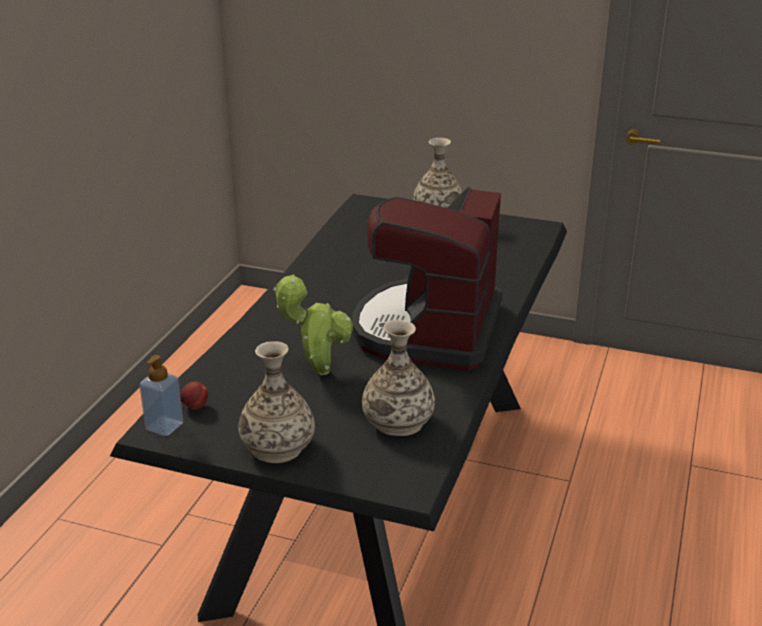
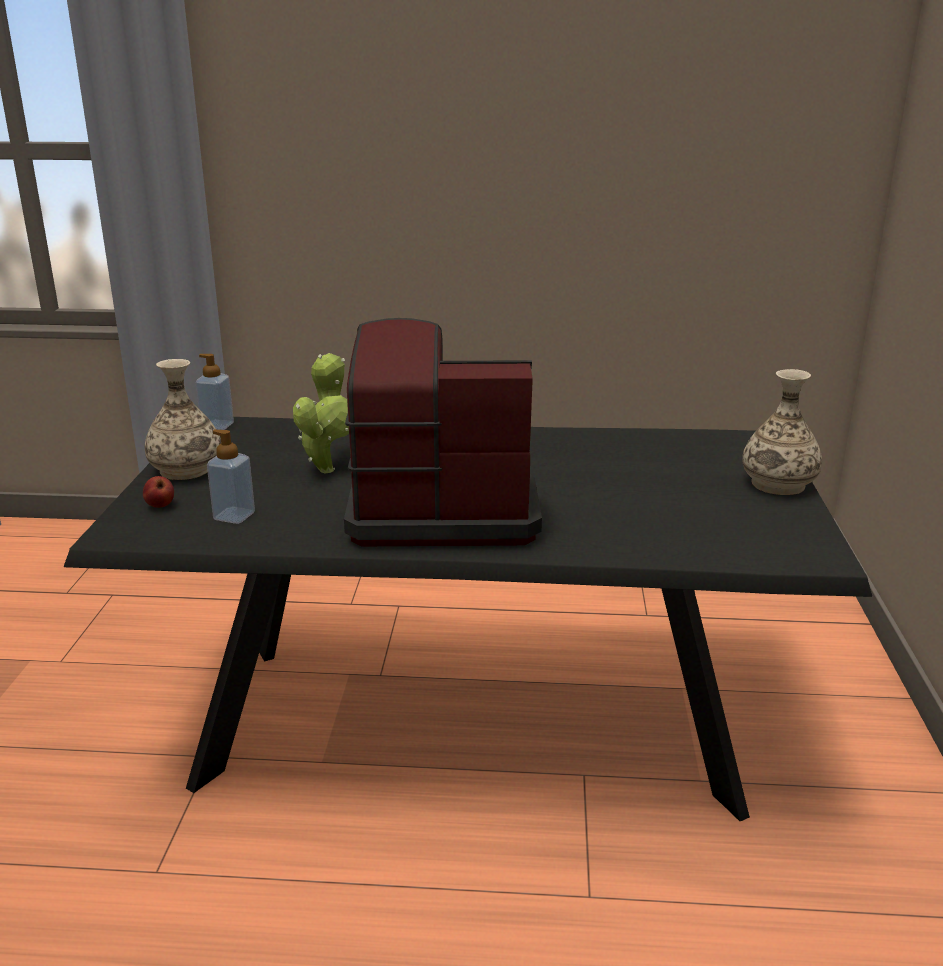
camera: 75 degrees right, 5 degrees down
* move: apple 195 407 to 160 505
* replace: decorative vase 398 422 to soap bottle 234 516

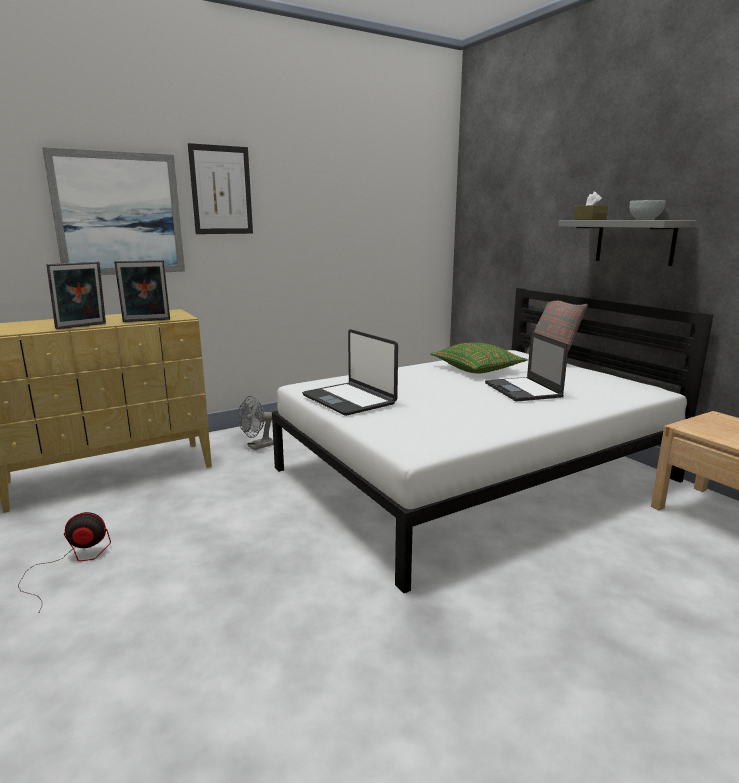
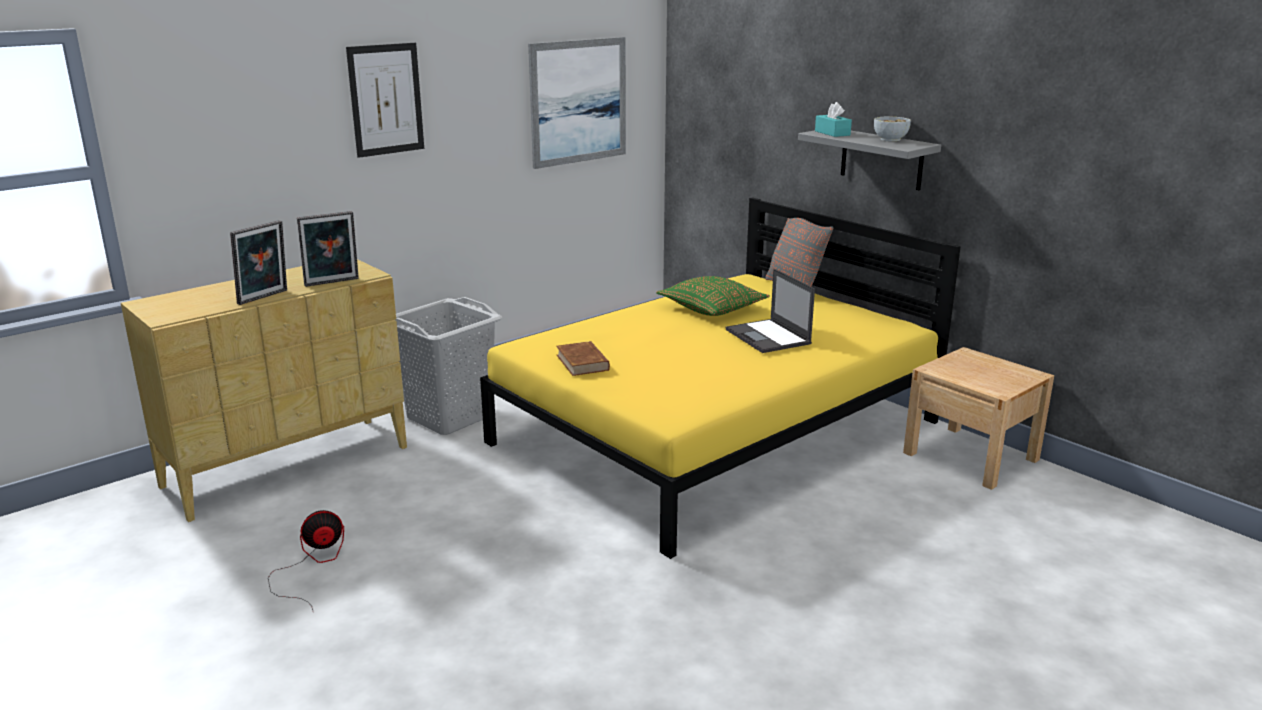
camera: 10 degrees left, 5 degrees up
* move: wall picture 119 214 to 578 101
* replace: gray fan 257 446 to gray hamper 450 417
* replace: laptop 349 400 to brown volume 582 362
* recolor: white-coloured bedroom bed 473 474 to yellow bedroom bed 716 432
* recolor: brown tissue box 589 219 to turquoise-coloured tissue box 832 133

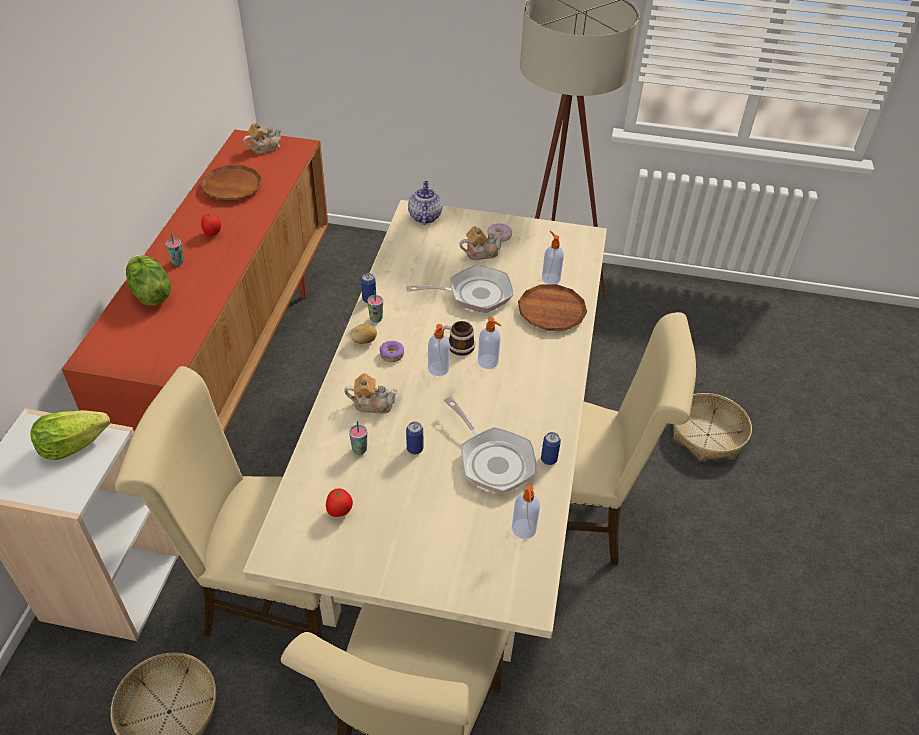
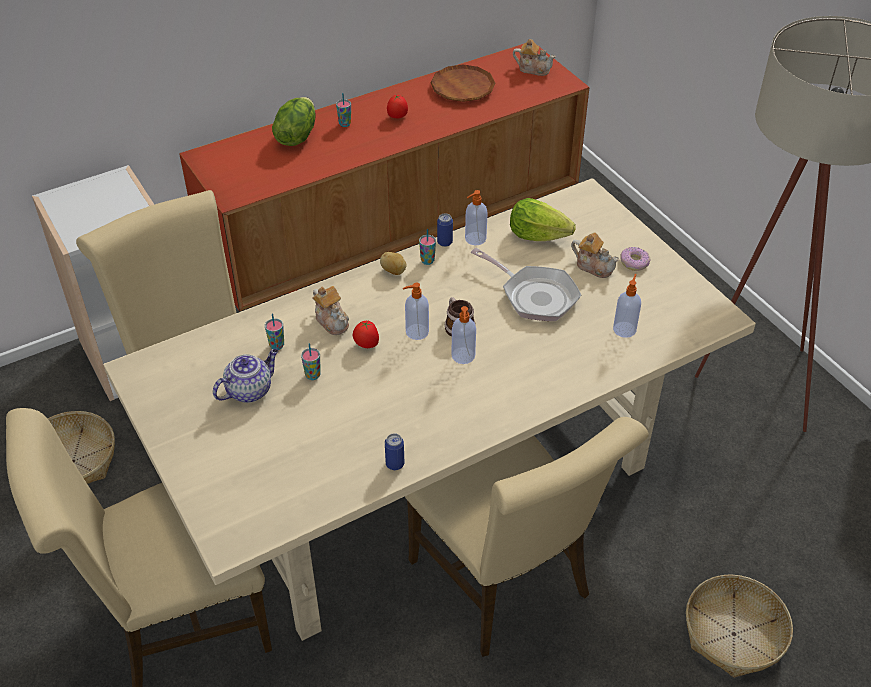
camera: 50 degrees right, 0 degrees up
* delete: ring doughnut 392 355
* delete: skillet 493 460
* delete: brown dinner plate 551 311
* move: head of lettuce 72 445 to 537 235
* move: fresh tomato 340 512 to 366 345
* move: teapot 424 216 to 250 390
* move: soap bottle 524 530 to 475 239
* replace: sealed can 415 449 to small cup 313 375

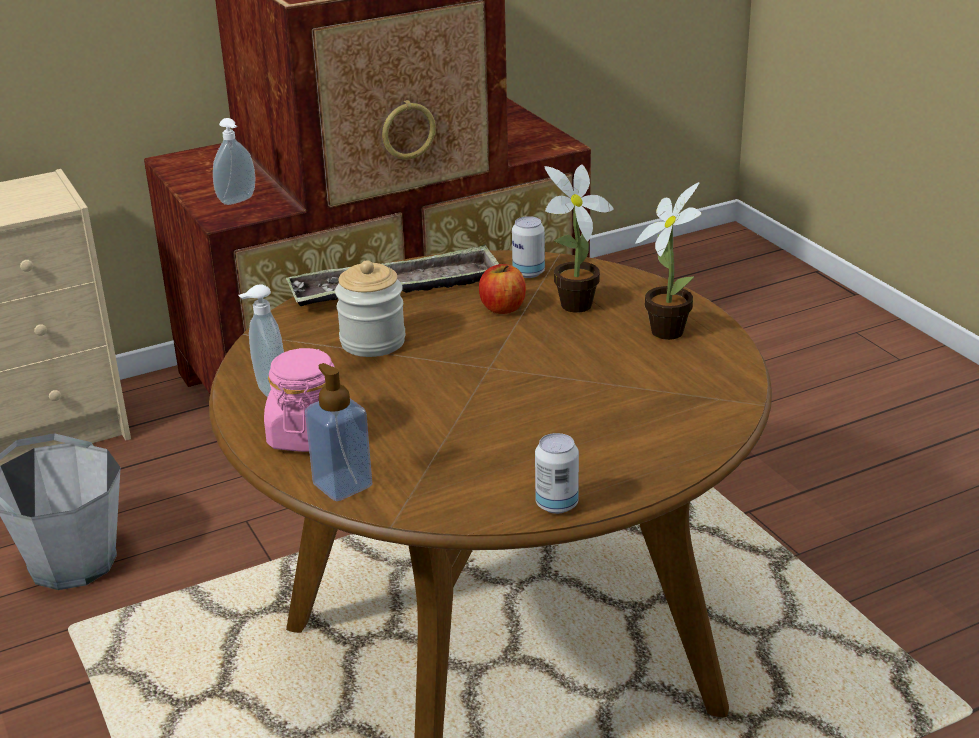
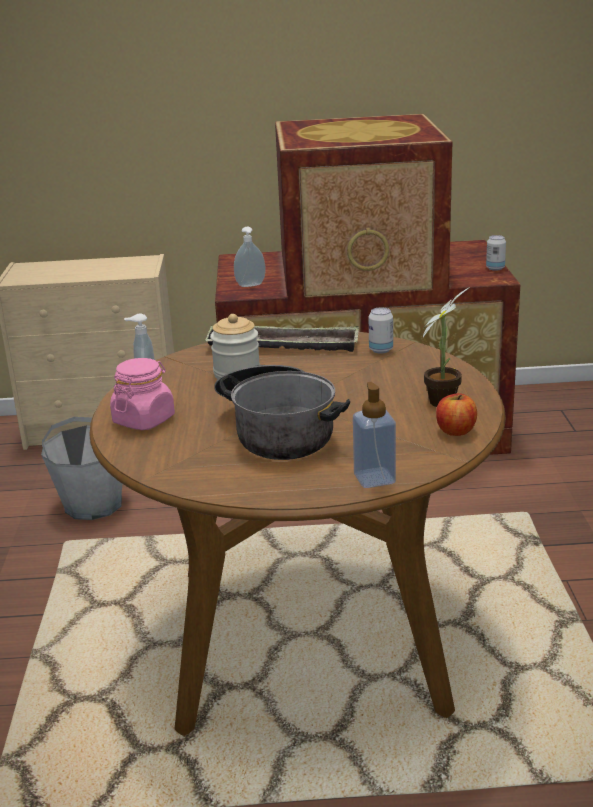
camera: 25 degrees right, 5 degrees down
* delete: potted plant 571 307
* insert: cooking pot 278 431
* move: soap bottle 342 485 to 374 478
* move: apple 502 308 to 455 431
* move: sealed can 556 504 to 495 268

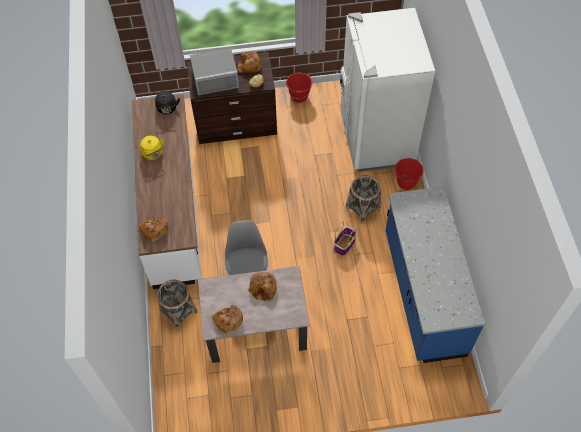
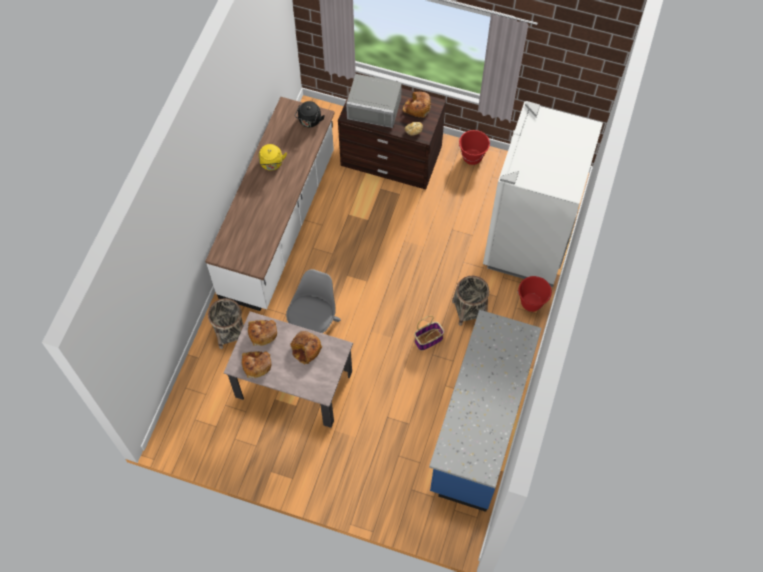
camera: 25 degrees right, 5 degrees up
* move: bread 154 229 to 262 333

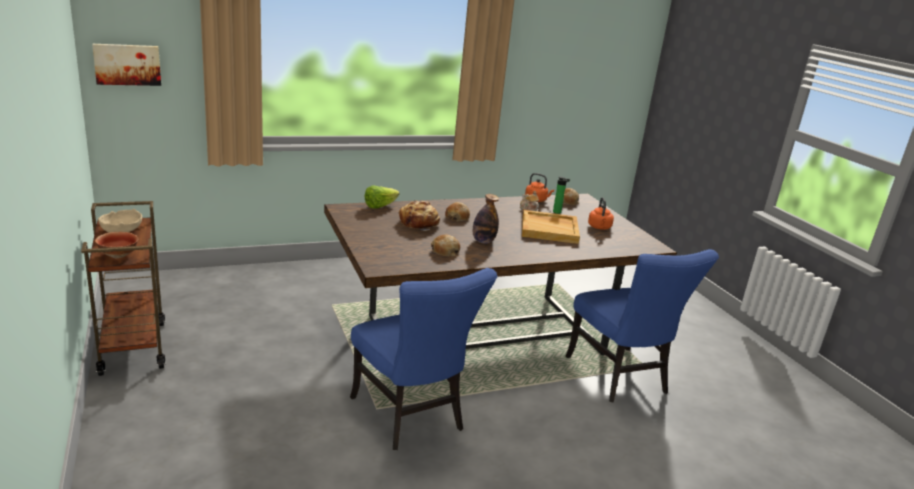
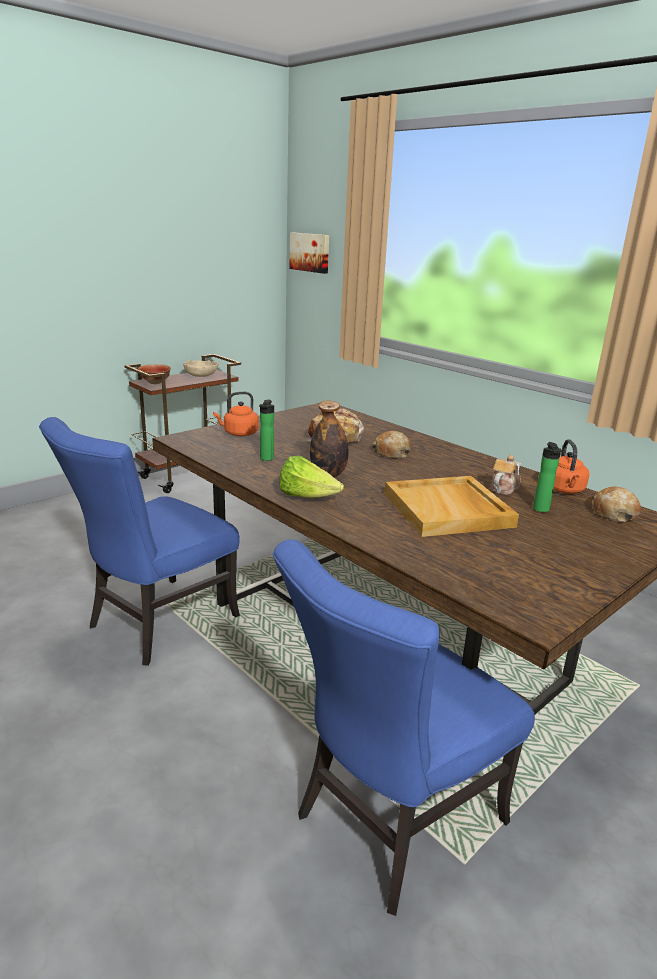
camera: 70 degrees right, 0 degrees up
* move: head of lettuce 380 206 to 307 497
* move: orangey water kettle 599 227 to 239 434
* replace: bread 445 251 to beverage bottle 266 459

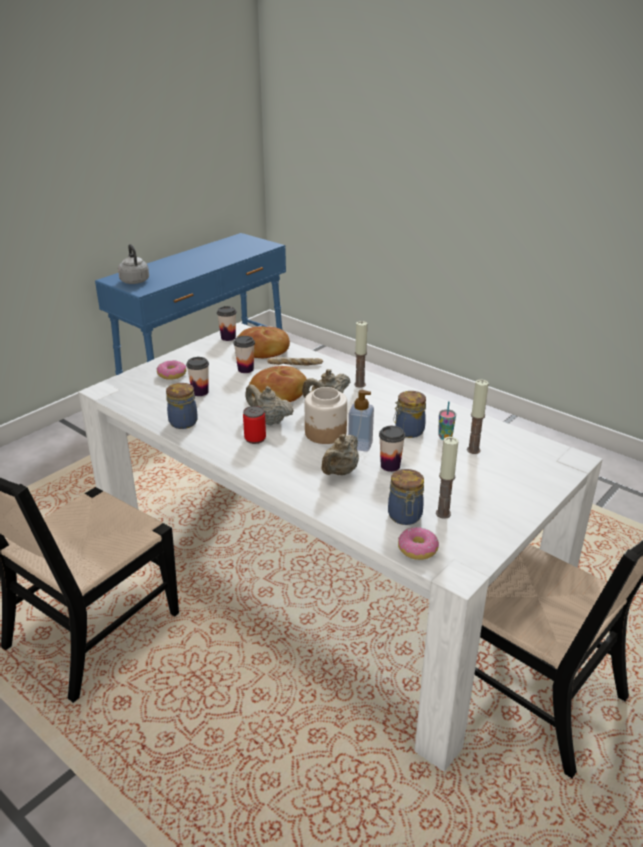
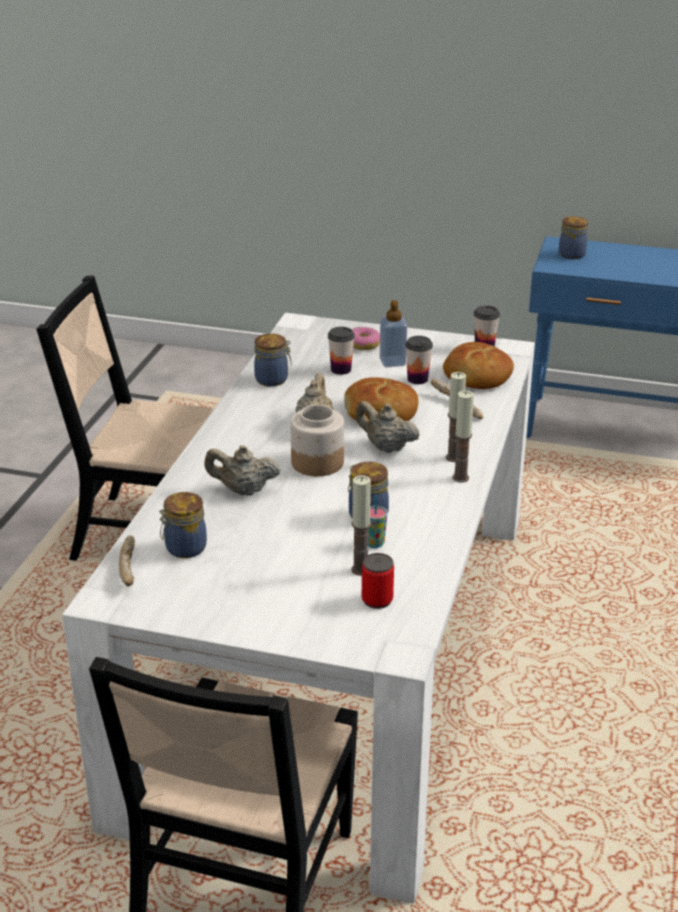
camera: 65 degrees right, 0 degrees up
* delete: small cup 390 466
* move: sealed can 255 438 to 377 600
* move: soap bottle 360 445 to 392 362
* move: wax light 443 513 to 460 478
* replace: gray water kettle 134 280 to jar 572 254
* replace: ring doughnut 418 549 to bread 130 568

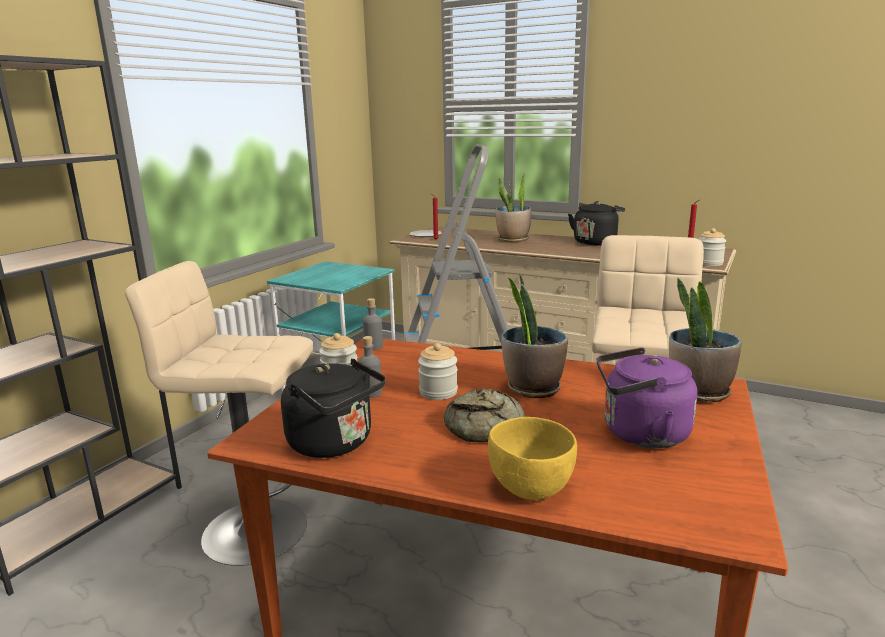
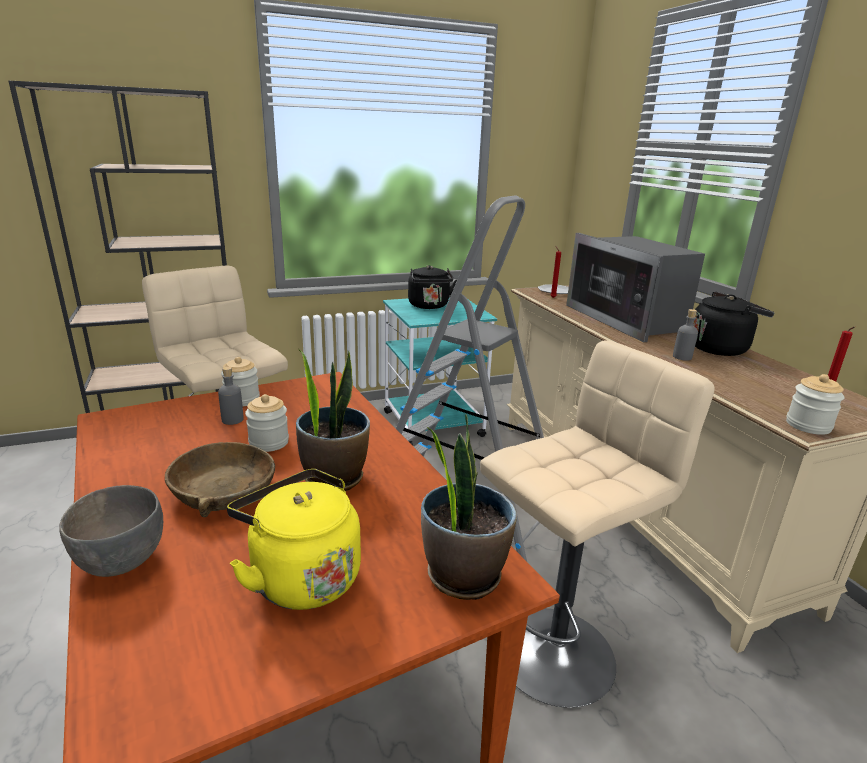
camera: 40 degrees right, 5 degrees up
* move: blackish water kettle 335 443 to 429 306
* move: gray beverage bottle 373 346 to 682 357
* replace: bread 486 427 to brown deep dish 224 490
* replace: potted plant 513 240 to microwave oven 627 319
* recolor: yellow deep dish 530 488 to gray deep dish 122 560
* recolor: purple-coloured water kettle 640 434 to yellow water kettle 301 576

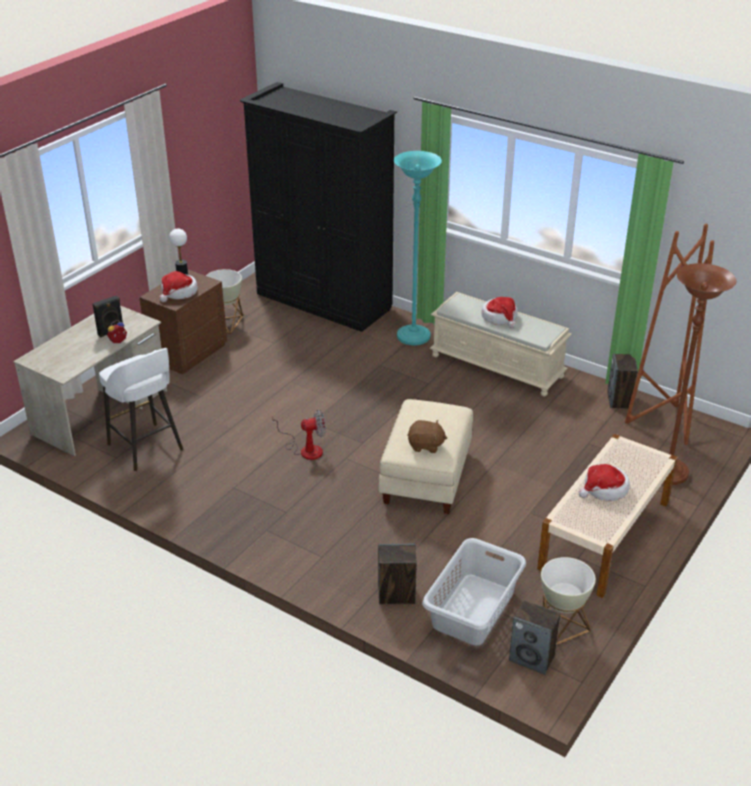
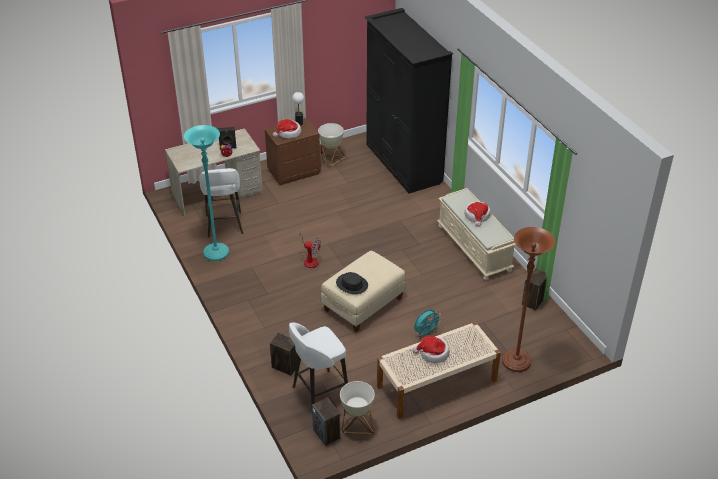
camera: 30 degrees right, 5 degrees up
* delete: brown garment rack 663 424
* insert: turquoise-coloured fan 426 333
* move: turquoise-coloured standing lamp 413 337 to 216 253
* replace: brown soft toy 425 446 to blackish hat 352 284
* replace: gray hamper 472 609 to white-coloured sitting stool 319 392

